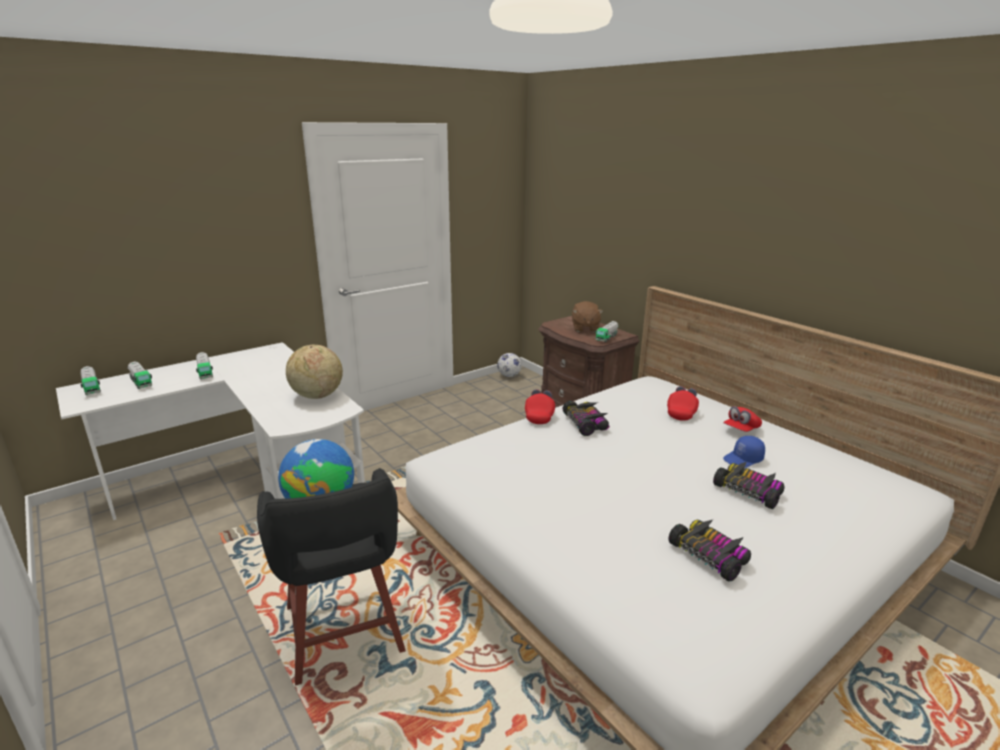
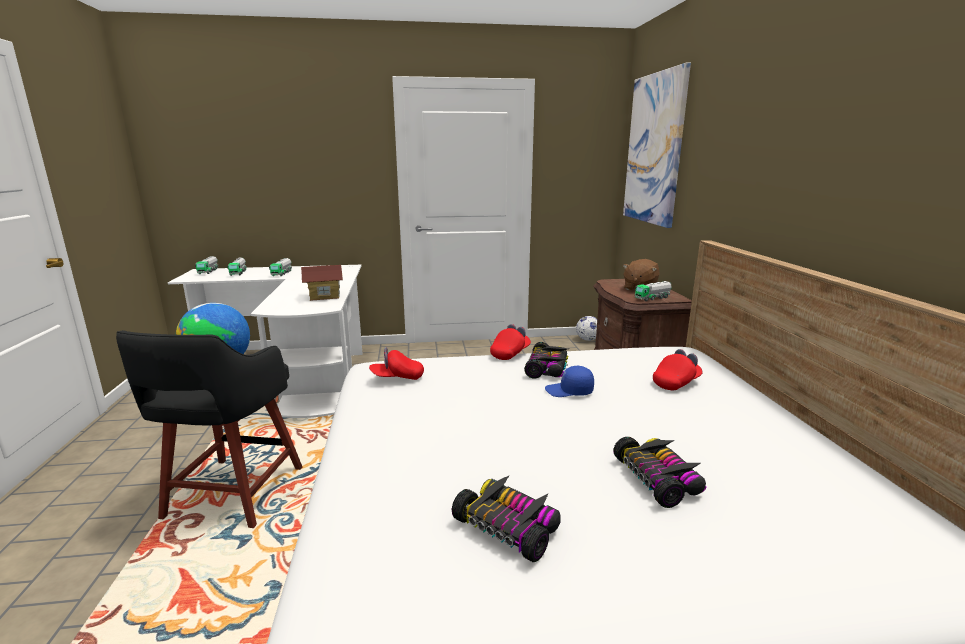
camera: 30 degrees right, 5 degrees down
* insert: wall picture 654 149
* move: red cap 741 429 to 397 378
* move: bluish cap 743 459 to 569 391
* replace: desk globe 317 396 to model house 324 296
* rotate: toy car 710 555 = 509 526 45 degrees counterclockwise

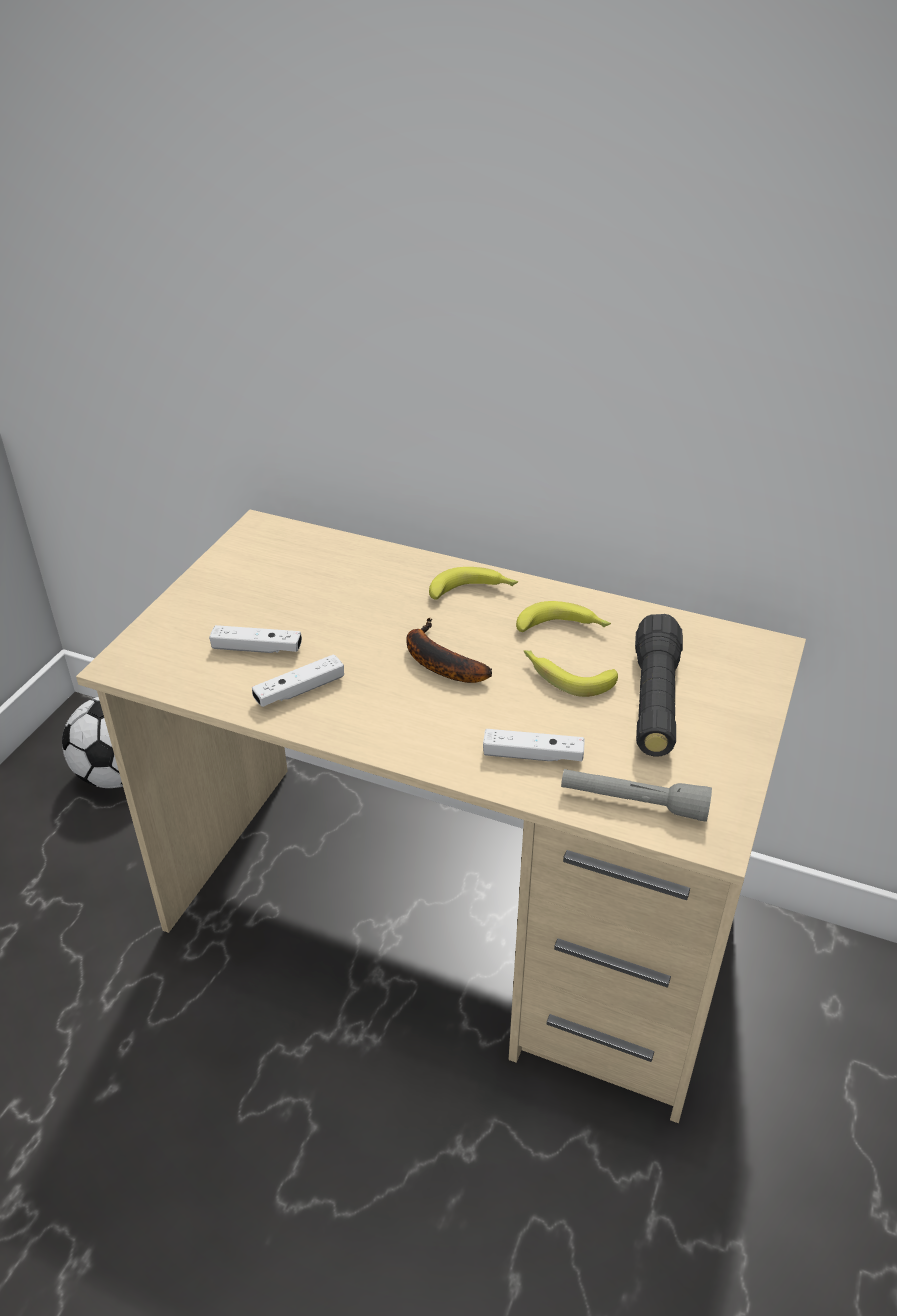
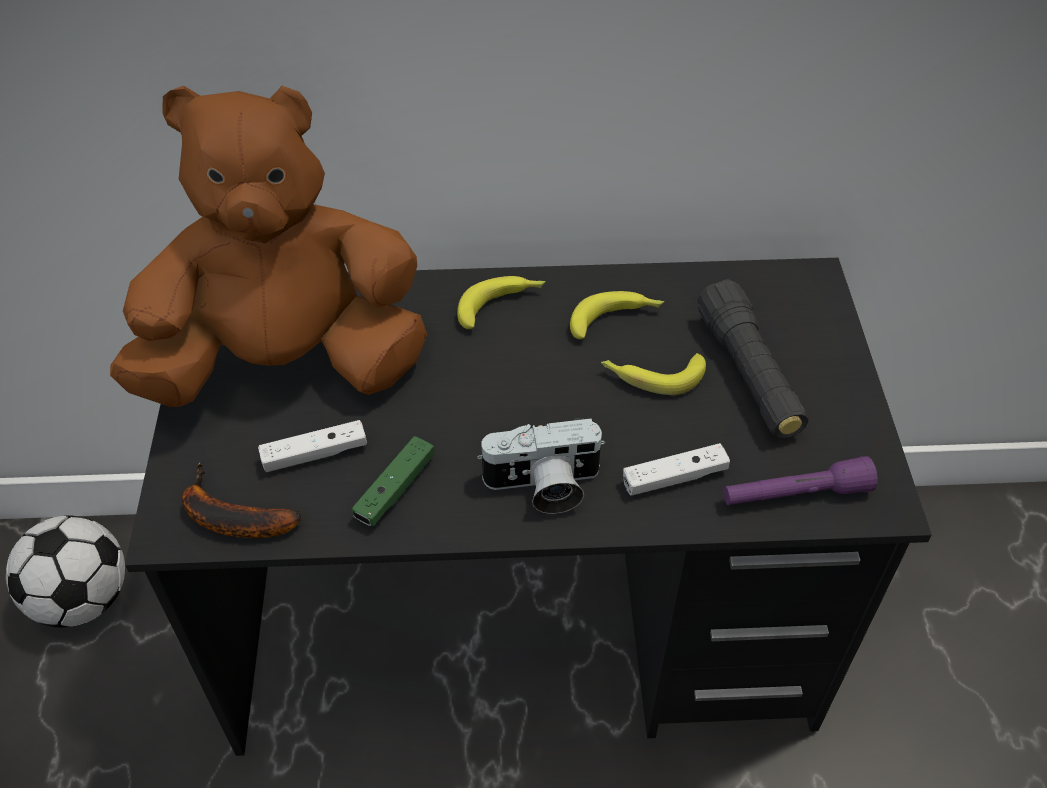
camera: 25 degrees left, 10 degrees up
* insert: brown soft toy 288 363
* insert: photo camera 543 487
* move: banana 437 661 to 229 517
* recolor: beige desk 450 923 to blackish desk 524 624
* recolor: white-coloured gamepad 299 690 to green-coloured gamepad 395 489
* recolor: gray flashlight 633 803 to purple-coloured flashlight 795 494

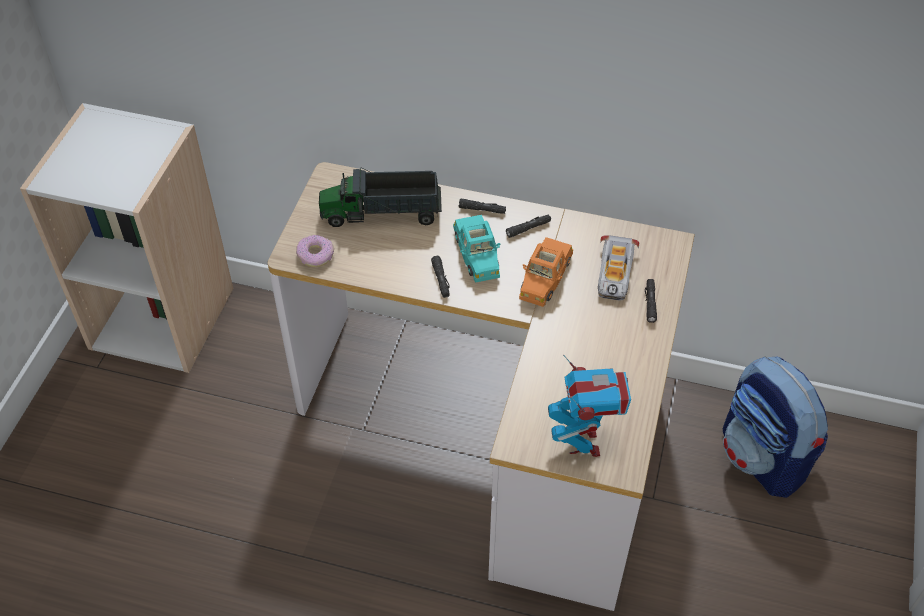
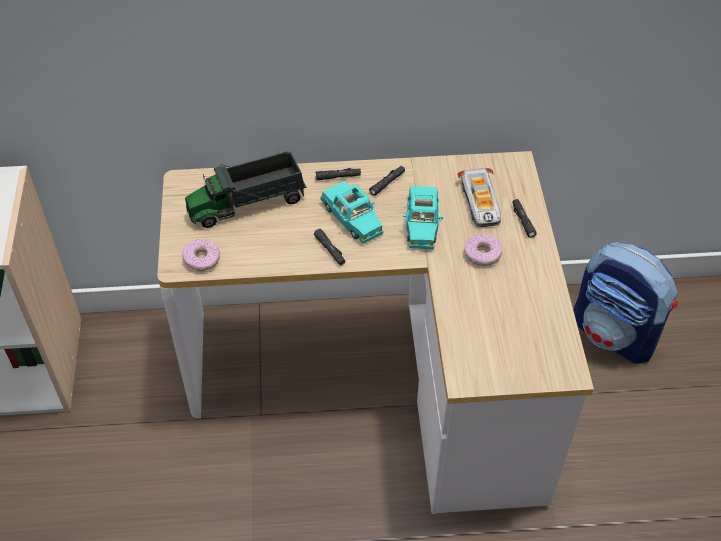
camera: 20 degrees left, 0 degrees up
* delete: toy robot 583 442
* insert: ring doughnut 483 254
* recolor: orangey toy car 544 277 to turquoise-coloured toy car 422 223

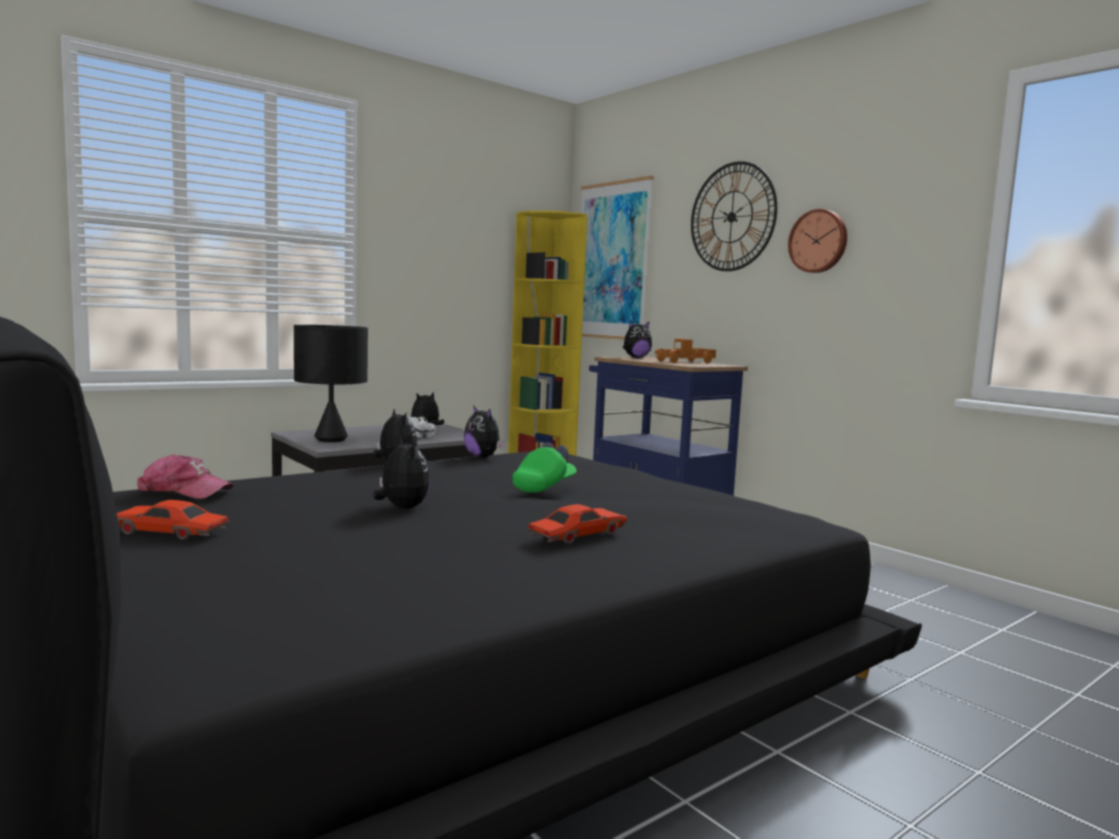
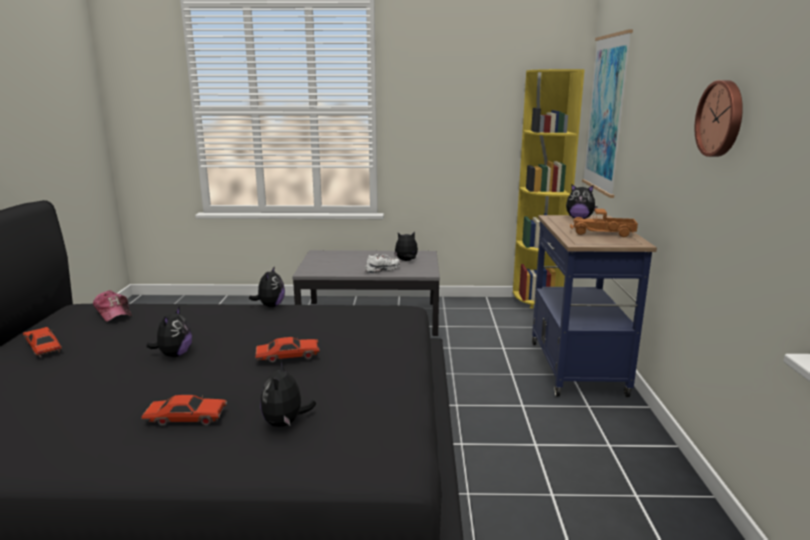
camera: 40 degrees right, 10 degrees up
* delete: blackish table lamp 330 440
* delete: clock on the wall 732 217
* move: soft toy 483 457 to 285 423
* replace: green-coloured cap 544 487 to red toy car 288 356

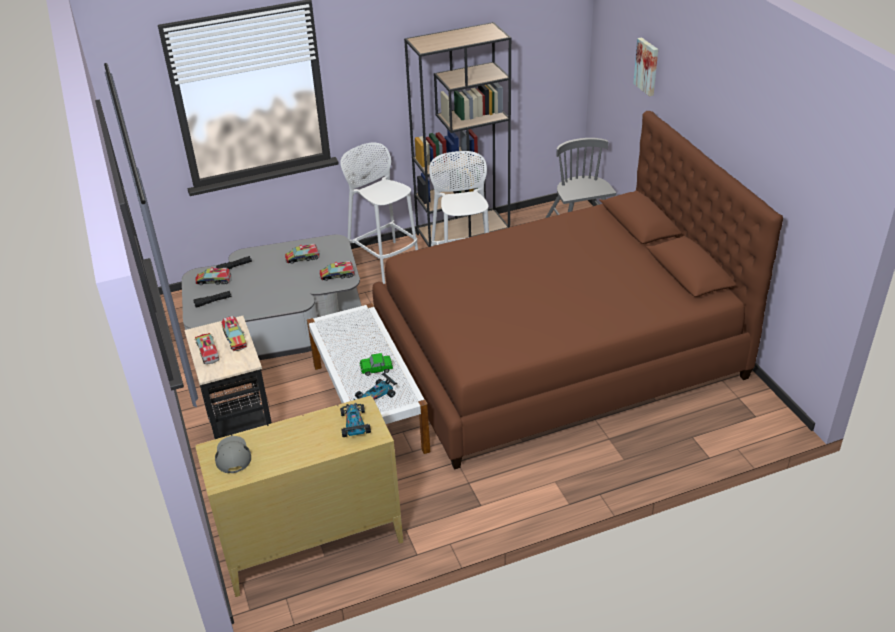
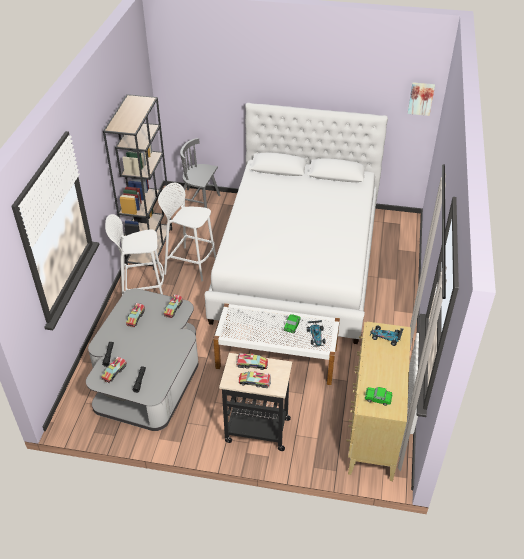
camera: 60 degrees left, 5 degrees up
* move: wall picture 647 66 to 421 98
* replace: gray cap 232 455 to toy car 378 399
* recolor: brown bedroom bed 557 353 to white-coloured bedroom bed 298 263

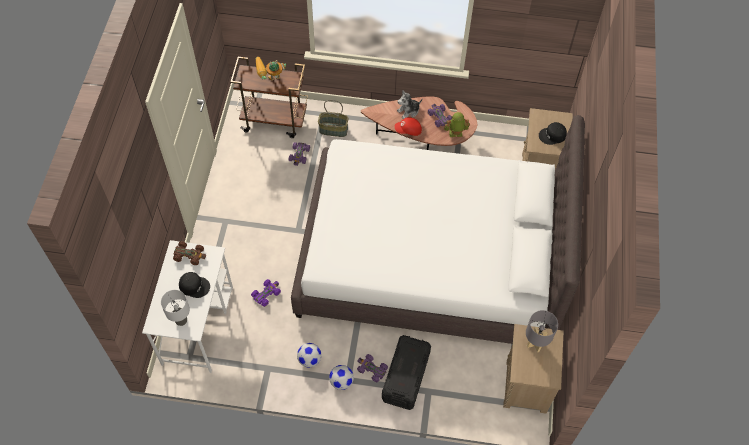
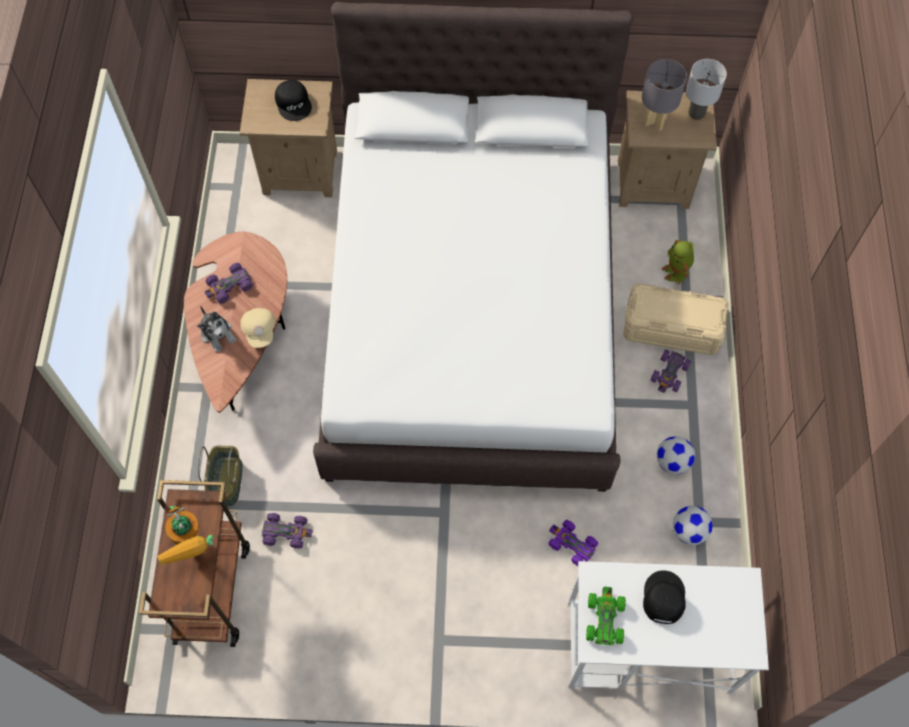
camera: 95 degrees left, 5 degrees up
* move: white-coloured table lamp 180 321 to 697 115
* move: football 341 382 to 689 531
* move: toy robot 455 134 to 676 272
* recolor: brown toy car 189 255 to green-coloured toy car 604 619
* recolor: blackish storage container 405 377 to beige storage container 672 328
* recolor: red cap 408 131 to beige cap 260 331

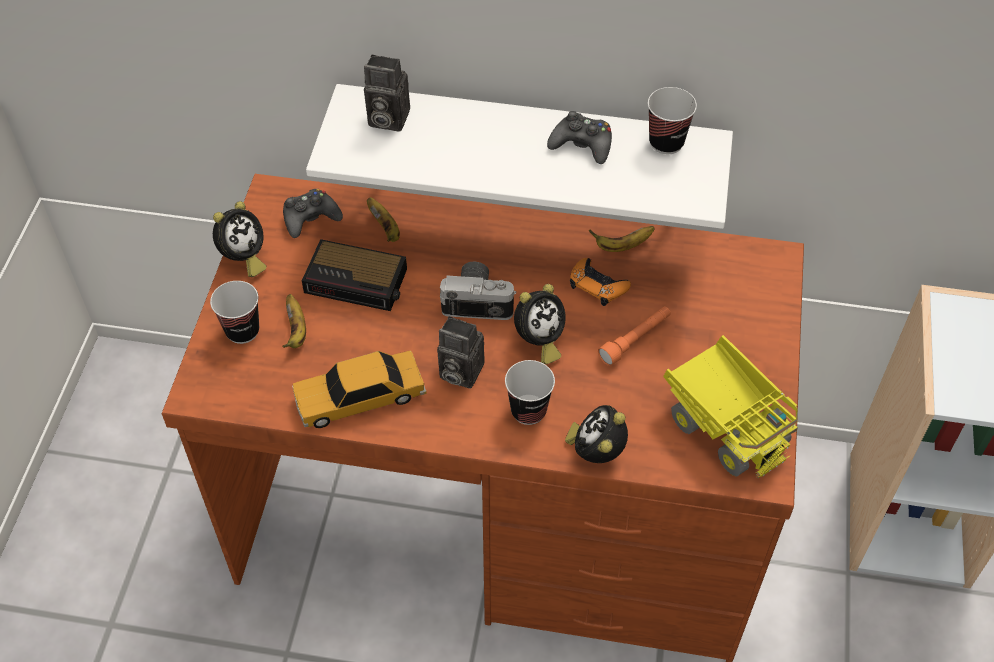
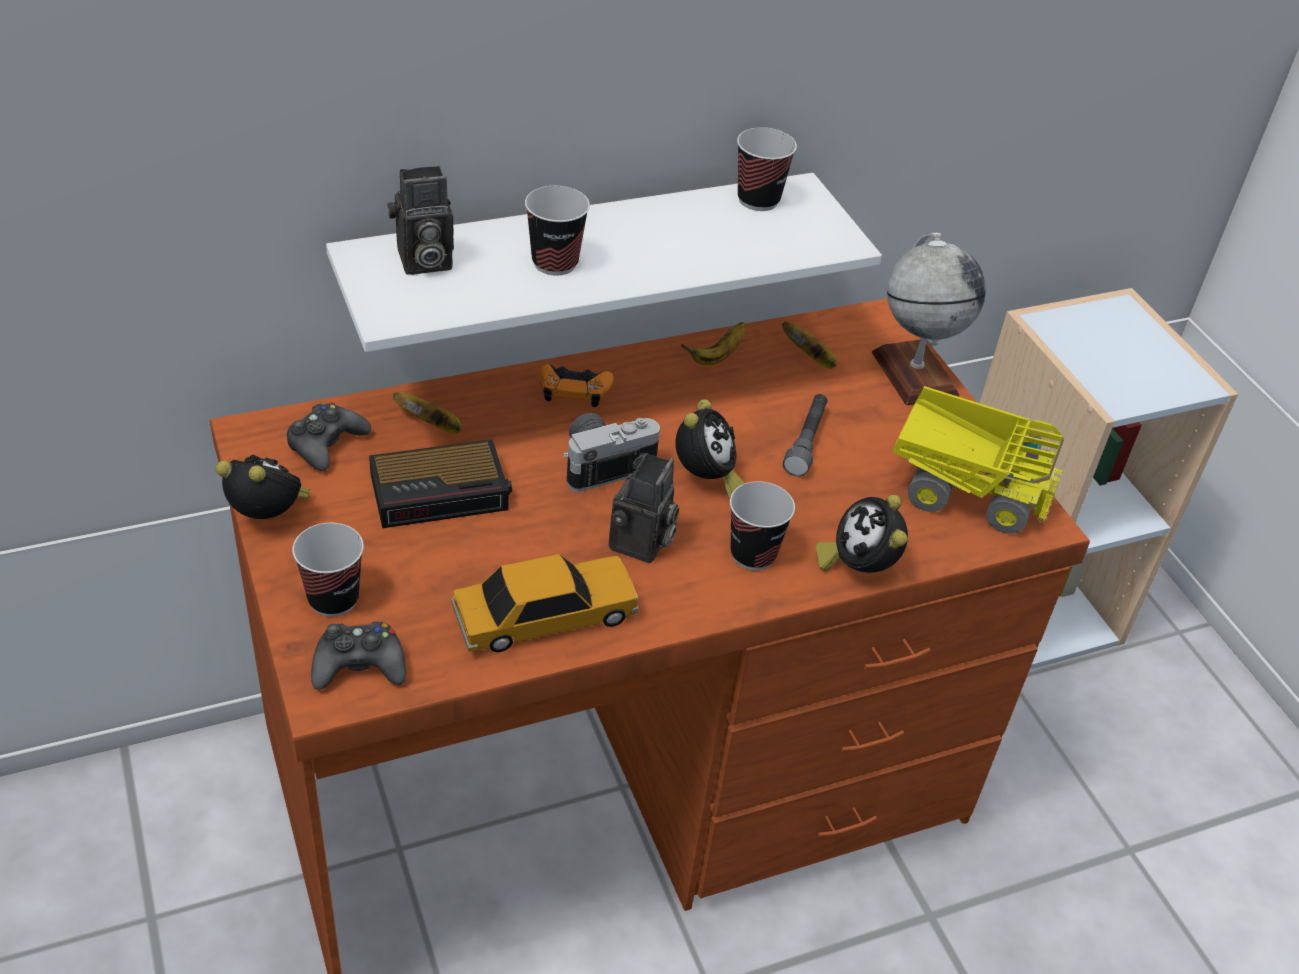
camera: 35 degrees left, 10 degrees down
* insert: small cup 555 263
* insert: desk globe 914 374
* move: banana 296 331 to 811 358
* move: blackish gamepad 582 144 to 359 665
* move: orangey gamepad 597 285 to 574 389
* recolor: orangey flashlight 635 340 to gray flashlight 806 442
* rotate: table clock 243 258 = 270 517 75 degrees counterclockwise
* rotate: toy car 359 397 = 545 616 150 degrees counterclockwise
* rotate: photo camera 458 372 = 641 545 60 degrees counterclockwise

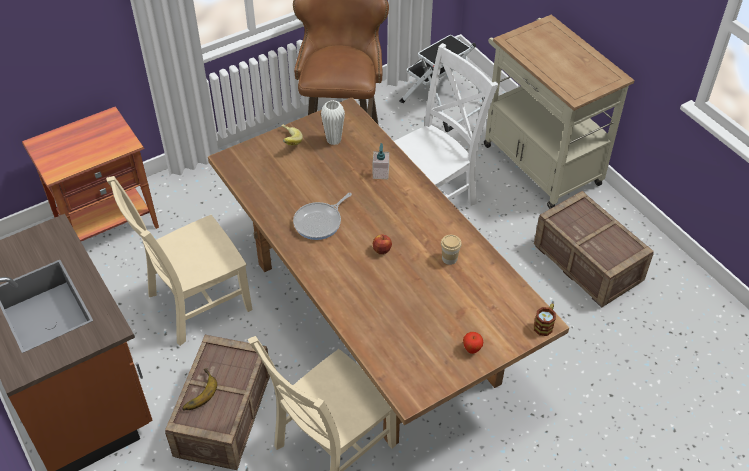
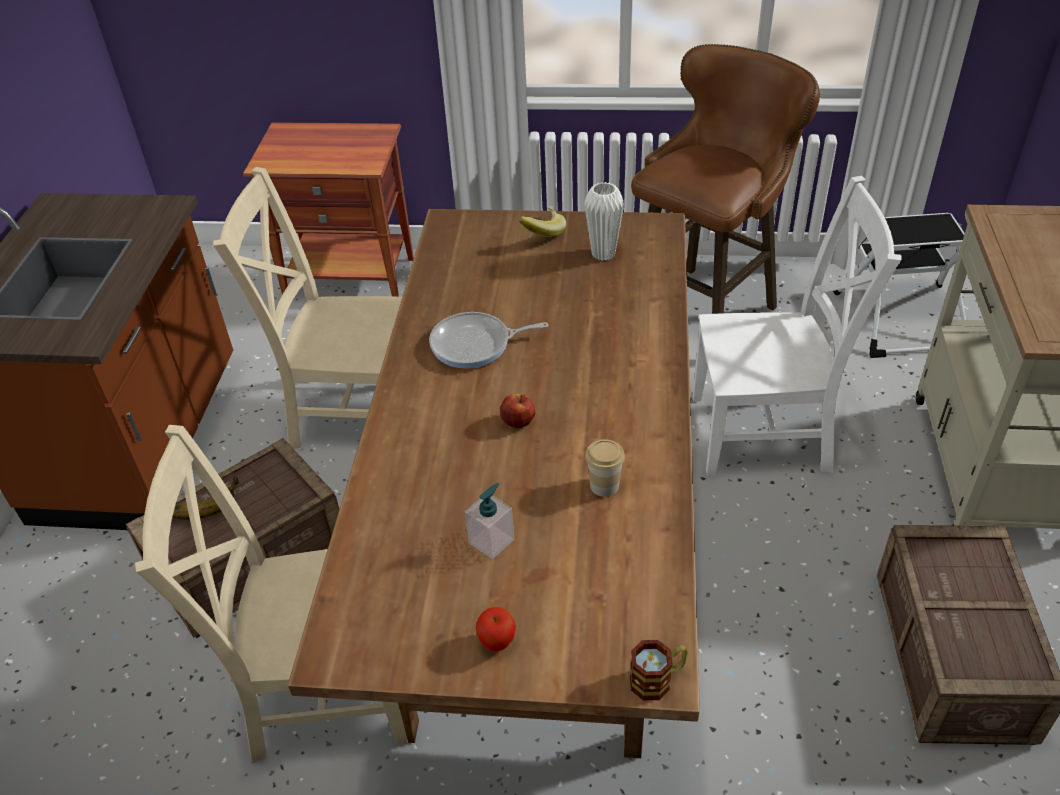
camera: 40 degrees right, 5 degrees down
* move: soap bottle 380 173 to 491 541

